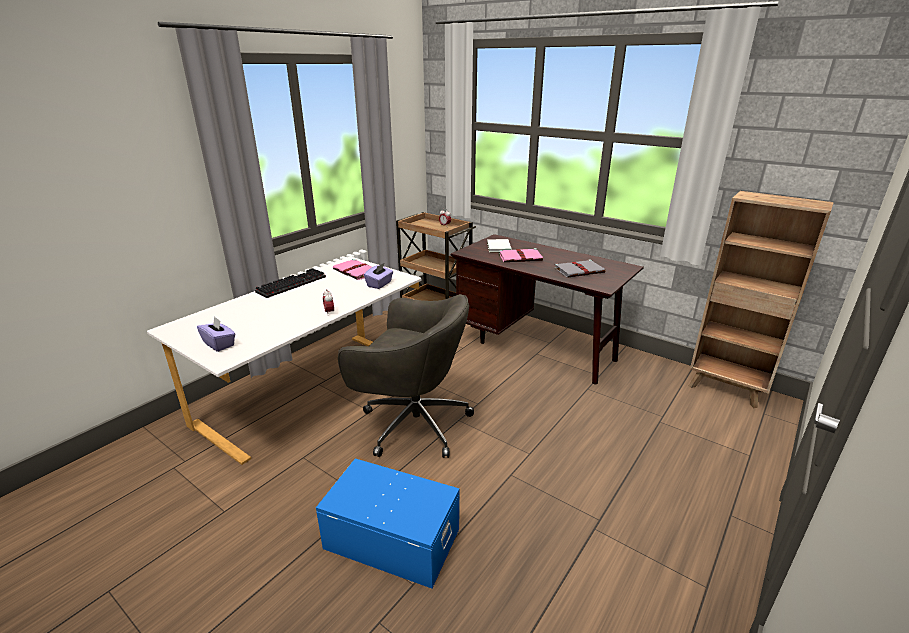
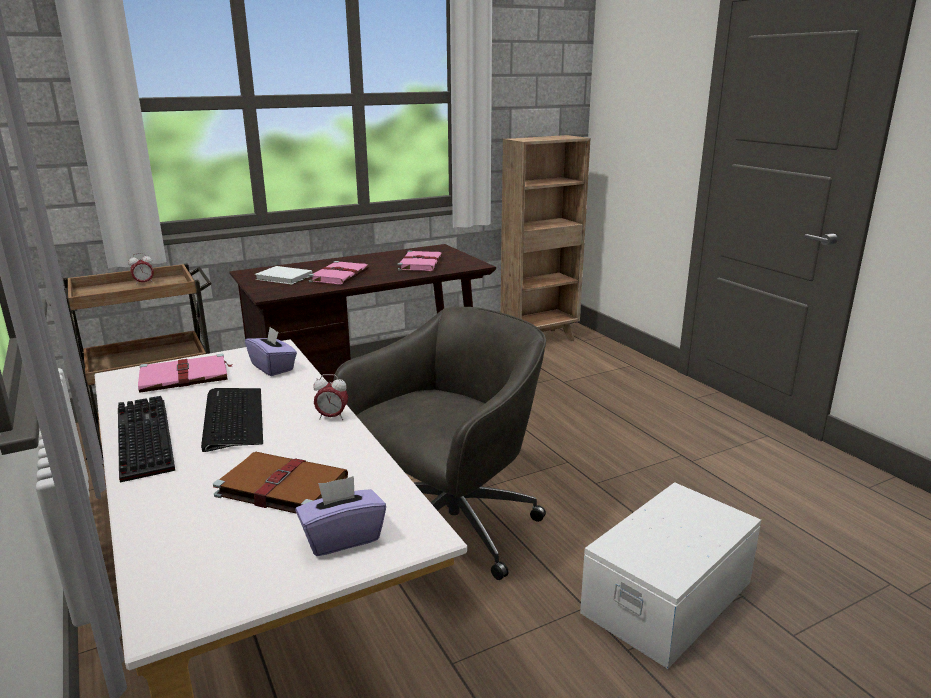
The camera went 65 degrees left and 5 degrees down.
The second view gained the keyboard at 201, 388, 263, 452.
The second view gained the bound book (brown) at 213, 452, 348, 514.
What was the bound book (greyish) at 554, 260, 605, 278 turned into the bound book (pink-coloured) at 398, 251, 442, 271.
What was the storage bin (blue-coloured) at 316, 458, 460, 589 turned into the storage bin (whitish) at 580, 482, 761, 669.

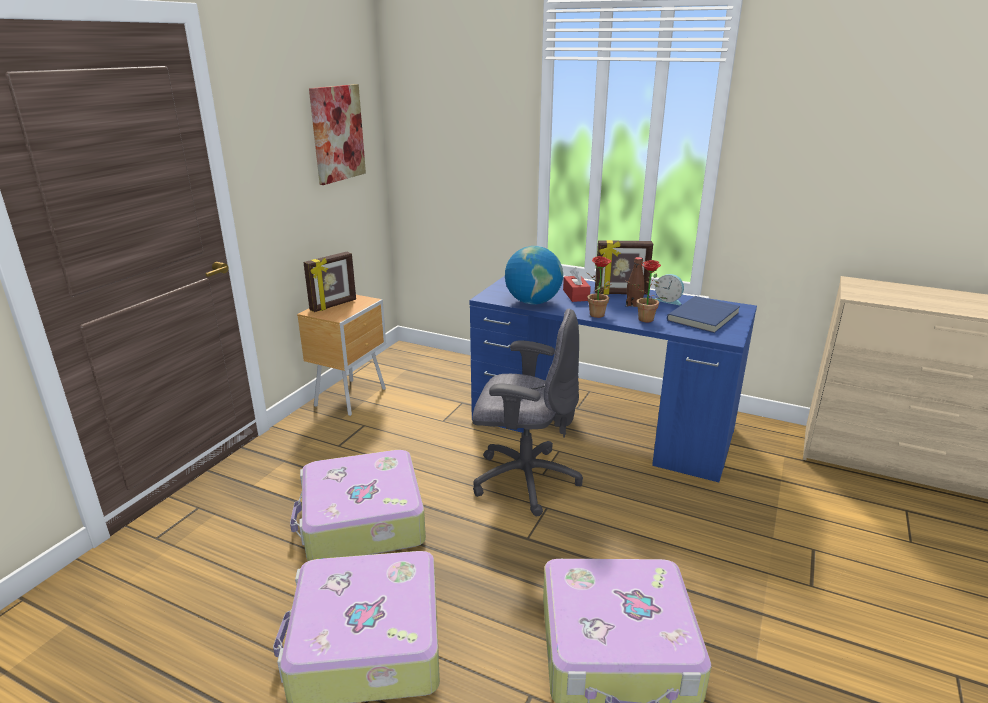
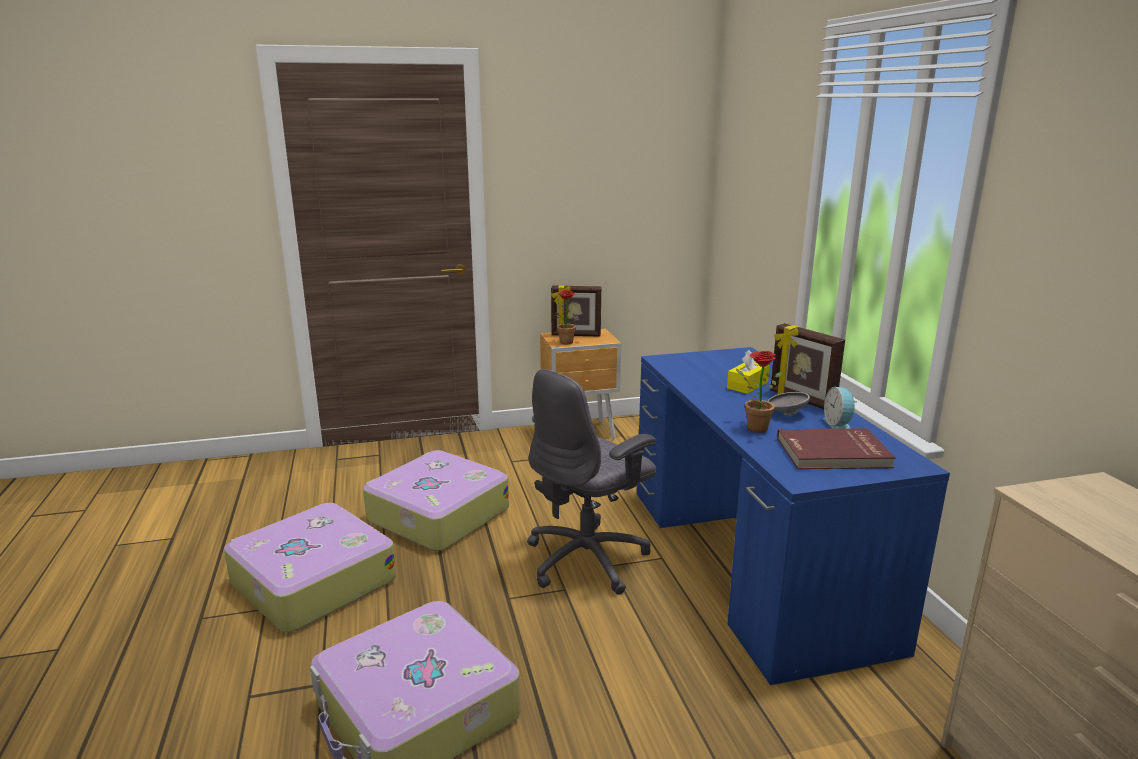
The camera went 50 degrees right and 5 degrees down.
The office chair (greyish) at 472, 309, 583, 516 ended up facing another way, 75 degrees clockwise from before.
The houseplant ended up elsewhere, having gone from 586, 256, 612, 318 to 553, 290, 585, 344.
What was the tissue holder (red) at 563, 267, 591, 302 turned into the tissue holder (yellowish) at 727, 350, 770, 394.
Where the drink bottle (brown) stood at 626, 257, 645, 307, the bowl (greyish) came to stand at 768, 392, 810, 415.
What was the bound book (blue-coloured) at 667, 296, 740, 333 turned into the bound book (red) at 777, 428, 896, 469.
The second view lost the wall art at 309, 84, 366, 185.
The second view lost the desk globe at 505, 246, 563, 305.

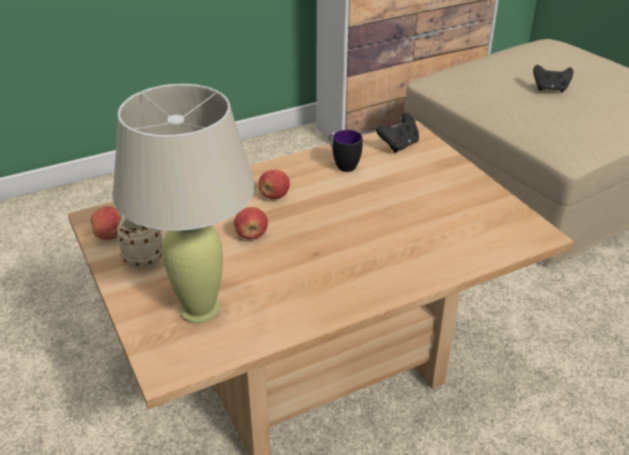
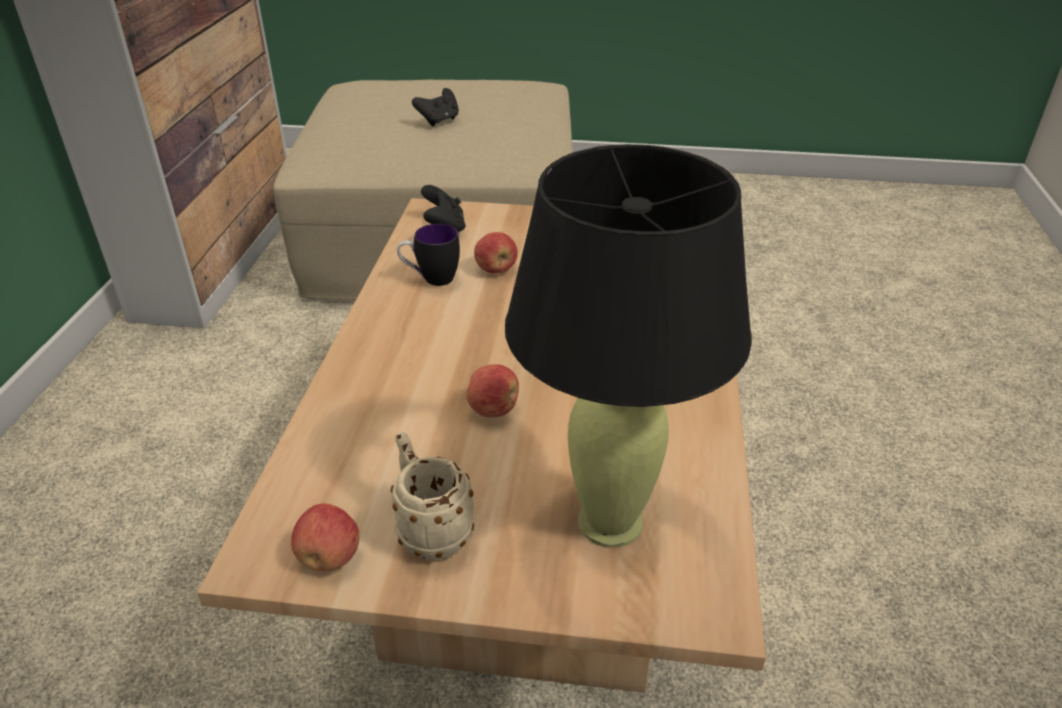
The camera went 55 degrees left and 0 degrees up.
The apple ended up elsewhere, having gone from 258, 170, 290, 200 to 474, 232, 517, 273.
What was the table lamp (beige-coloured) at 112, 84, 255, 324 turned into the table lamp (black-coloured) at 505, 144, 752, 548.

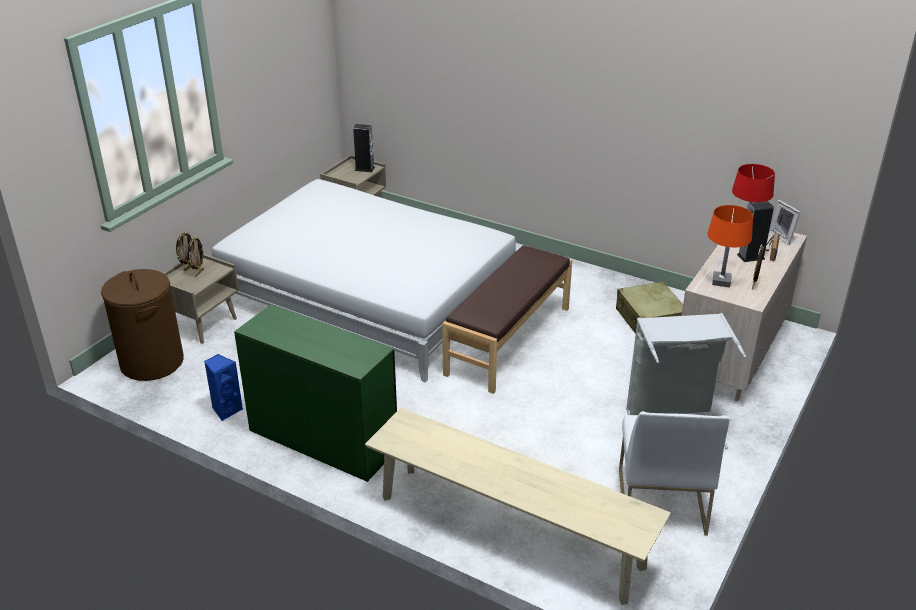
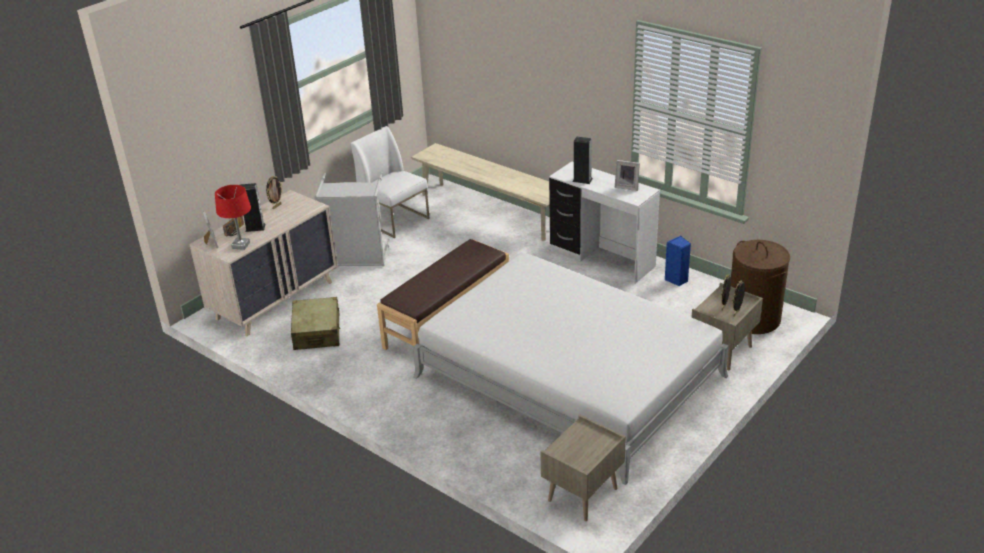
The camera went 170 degrees left and 0 degrees up.
The chair (whitish) at 619, 411, 729, 536 ended up facing another way, 60 degrees counterclockwise from before.
What was the desk unit (greenish) at 234, 304, 397, 482 turned into the desk unit (whitish) at 549, 162, 660, 284.
The audio speaker ended up elsewhere, having gone from 353, 124, 375, 172 to 573, 136, 593, 184.
The second view gained the picture frame at 615, 160, 640, 191.
The second view lost the table lamp (orange-coloured) at 707, 205, 753, 287.

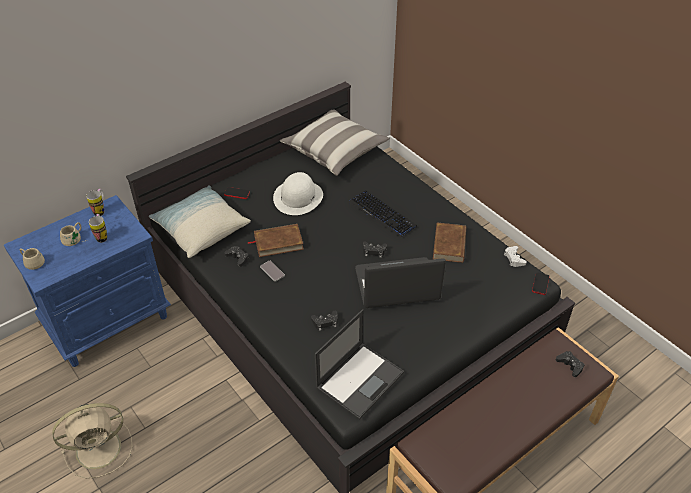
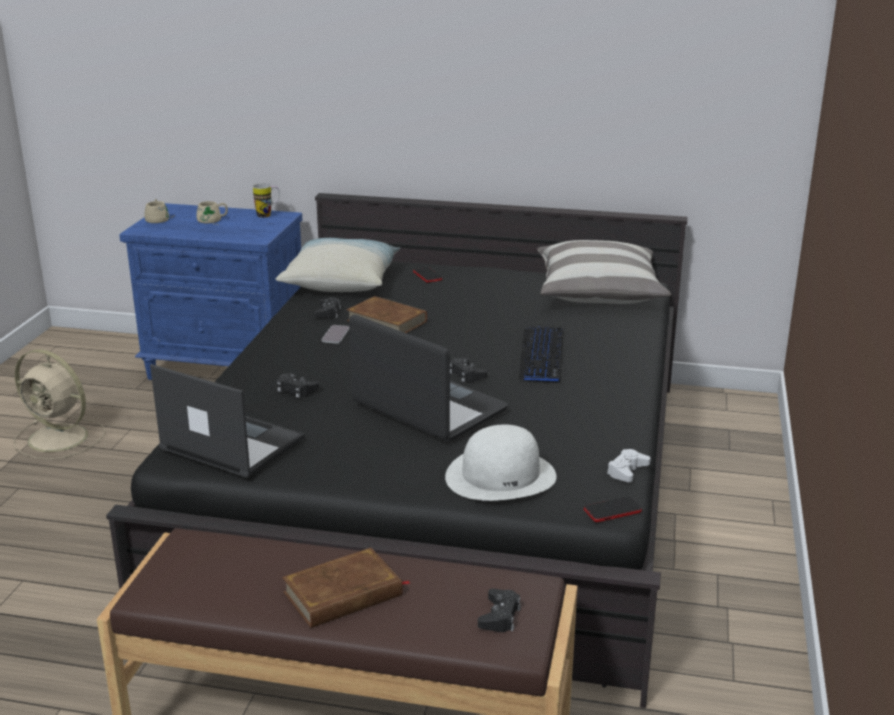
The camera went 50 degrees right and 20 degrees down.
The notebook computer at 315, 309, 404, 420 ended up facing another way, 150 degrees counterclockwise from before.
The bound book (brown) ended up elsewhere, having gone from 433, 222, 466, 263 to 282, 548, 410, 628.
The clothing hat (whitish) ended up elsewhere, having gone from 273, 172, 323, 215 to 445, 424, 557, 501.
The second view lost the mug at 89, 214, 107, 243.

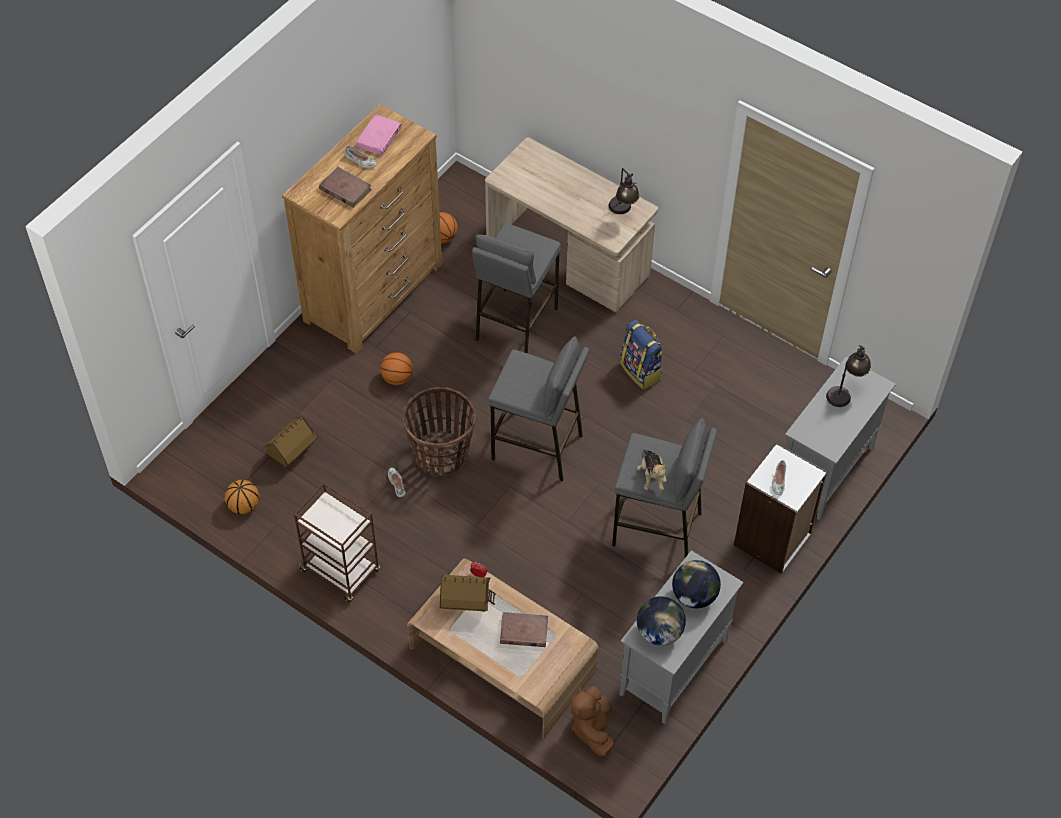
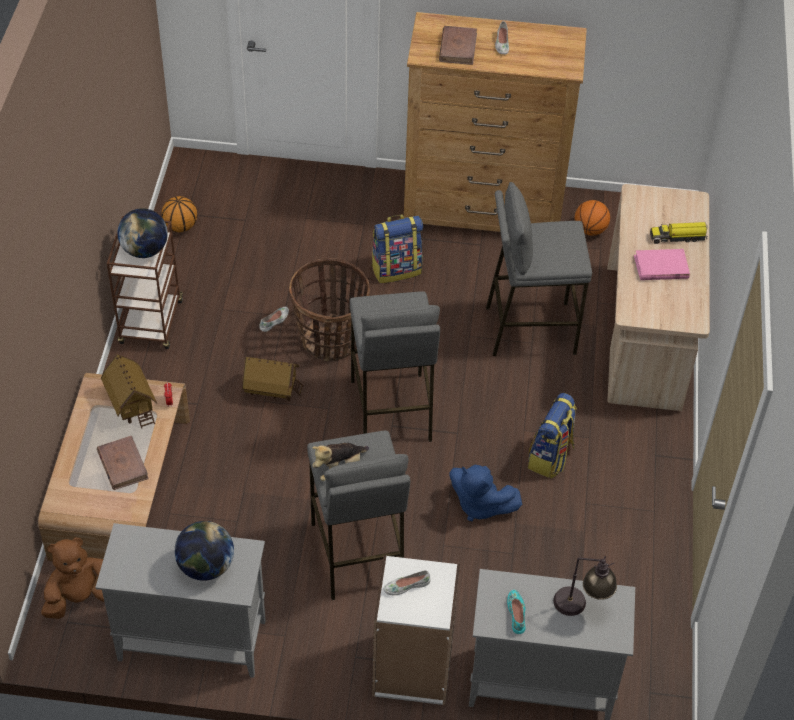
The camera went 60 degrees right and 5 degrees down.
The desk globe ended up elsewhere, having gone from 637, 596, 686, 646 to 117, 208, 168, 258.
The toy house ended up elsewhere, having gone from 263, 416, 318, 468 to 242, 356, 304, 401.
Where the ball for basketball stood at 380, 352, 413, 385, the backpack came to stand at 371, 215, 423, 283.
The second view gained the cuddly toy (blue-coloured) at 449, 464, 522, 521.
The second view gained the low shoe (blue-green) at 507, 590, 525, 634.
The bound book (pink-coloured) ended up elsewhere, having gone from 355, 114, 402, 155 to 634, 249, 690, 280.
The second view gained the model truck at 650, 222, 708, 244.
The second view lost the table lamp at 609, 168, 639, 214.

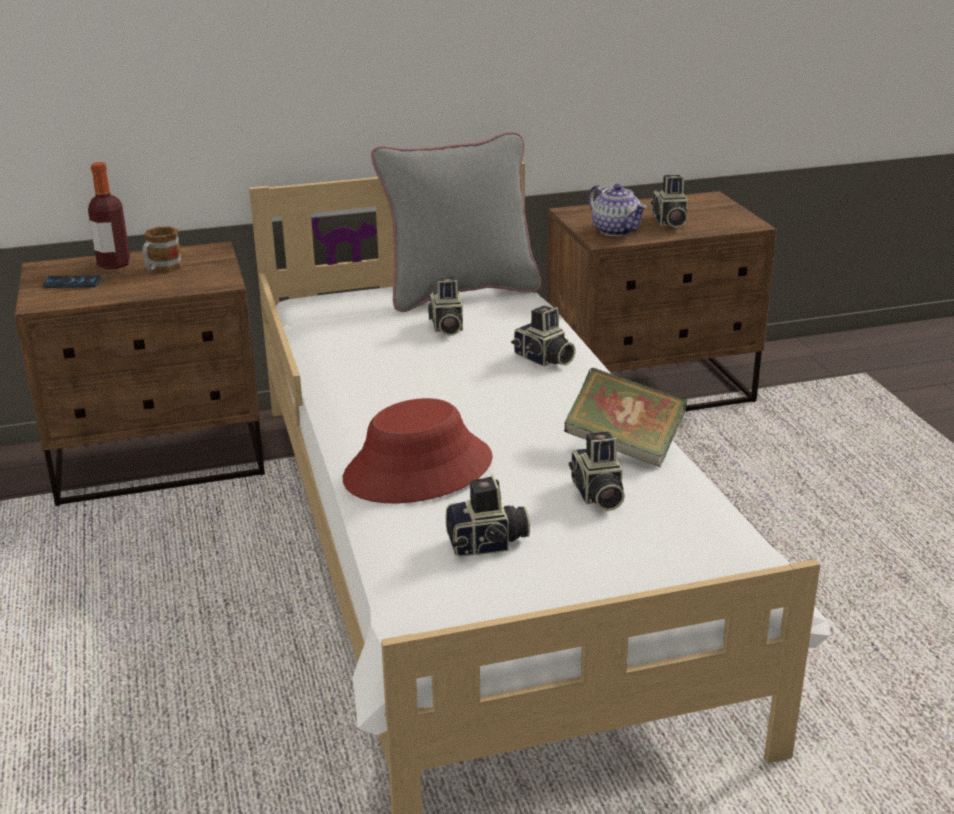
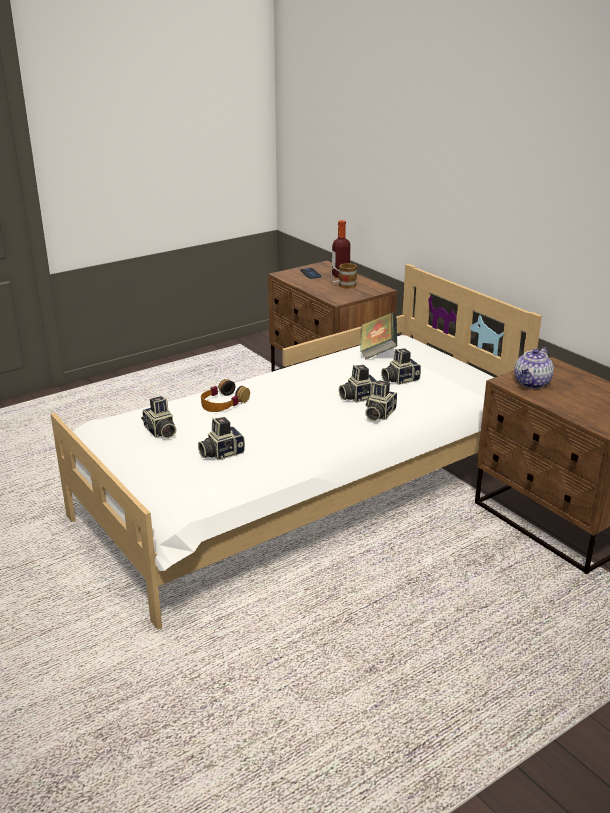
The camera went 70 degrees right and 0 degrees up.
Where the clothing hat (red) stood at 343, 398, 493, 503, the pair of headphones came to stand at 201, 379, 250, 412.
The still camera ended up elsewhere, having gone from 651, 175, 688, 228 to 339, 365, 377, 403.
The bound book ended up elsewhere, having gone from 564, 368, 687, 467 to 360, 312, 397, 360.
The second view lost the cushion (greyish) at 371, 132, 542, 312.

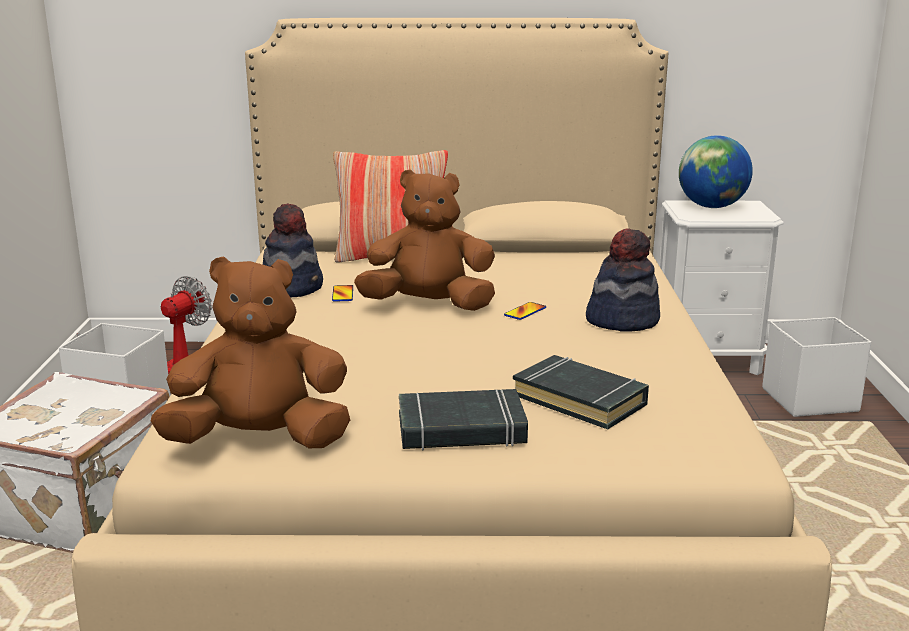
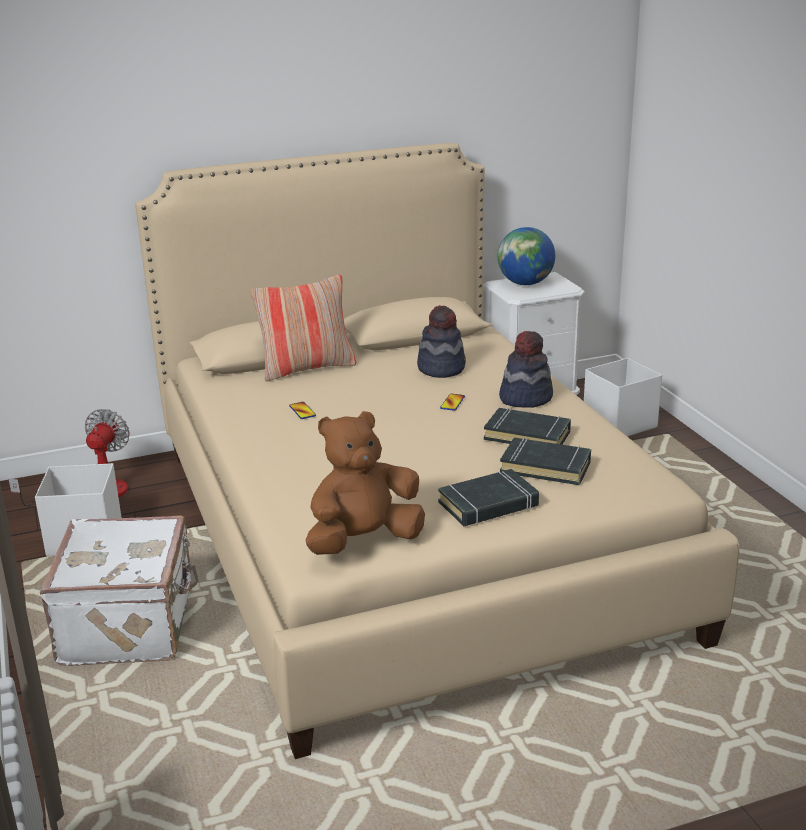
The camera went 20 degrees left and 5 degrees up.
The clothing hat ended up elsewhere, having gone from 263, 203, 323, 297 to 417, 305, 466, 378.
The second view gained the bound book (black-coloured) at 484, 408, 571, 445.
The second view lost the cuddly toy (brown) at 354, 169, 495, 311.

